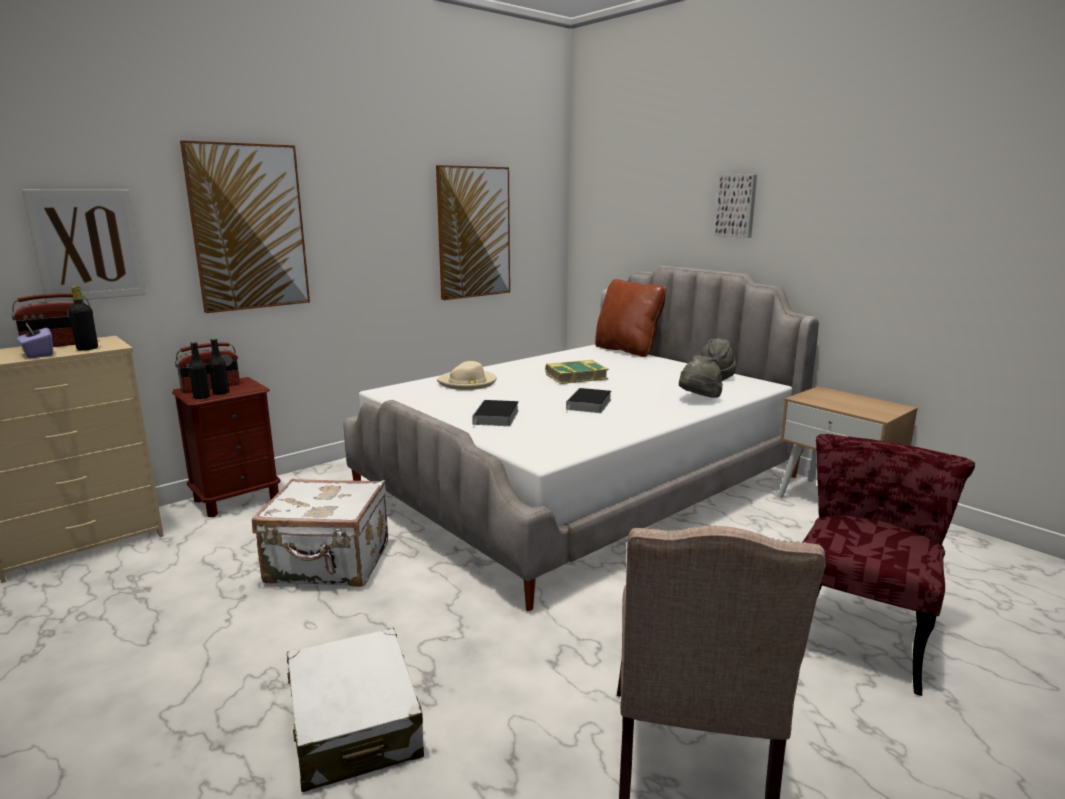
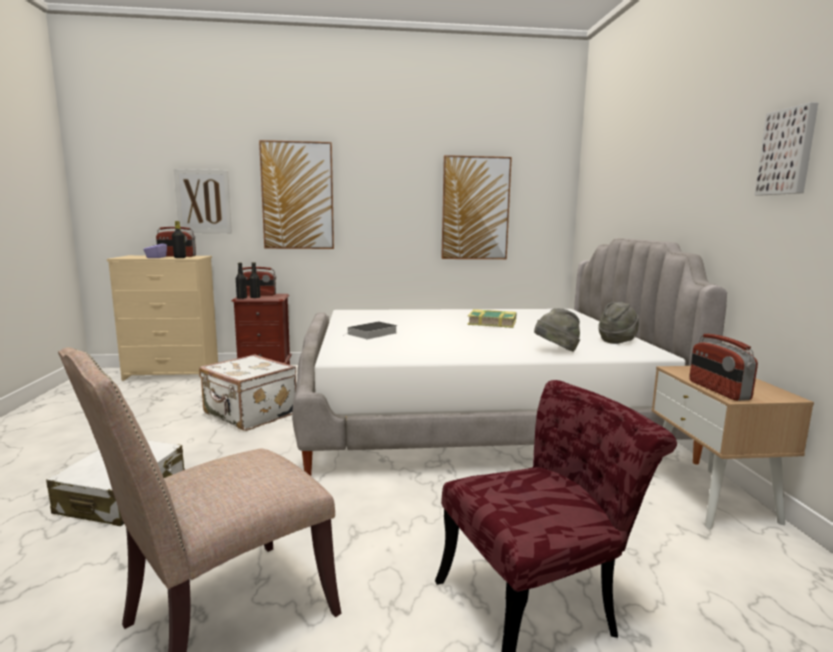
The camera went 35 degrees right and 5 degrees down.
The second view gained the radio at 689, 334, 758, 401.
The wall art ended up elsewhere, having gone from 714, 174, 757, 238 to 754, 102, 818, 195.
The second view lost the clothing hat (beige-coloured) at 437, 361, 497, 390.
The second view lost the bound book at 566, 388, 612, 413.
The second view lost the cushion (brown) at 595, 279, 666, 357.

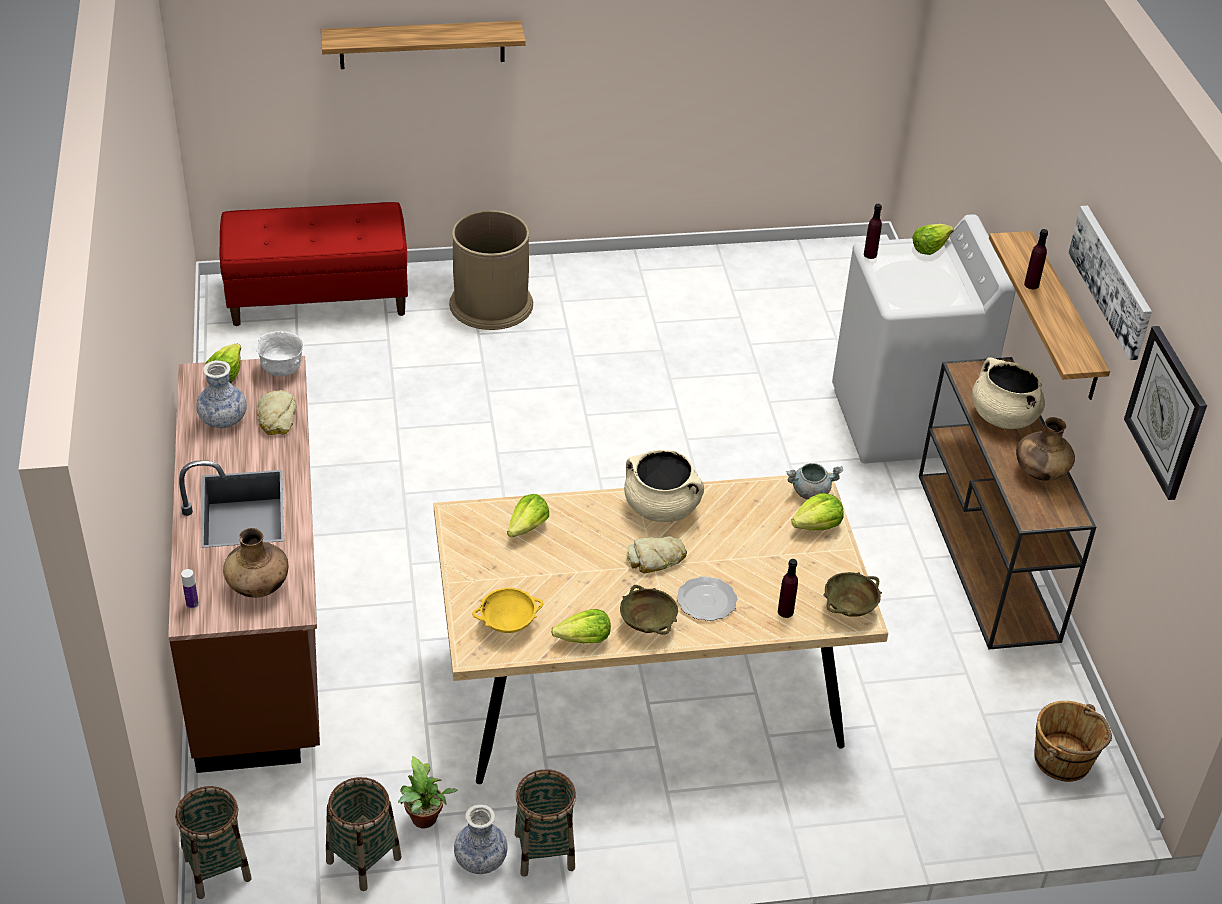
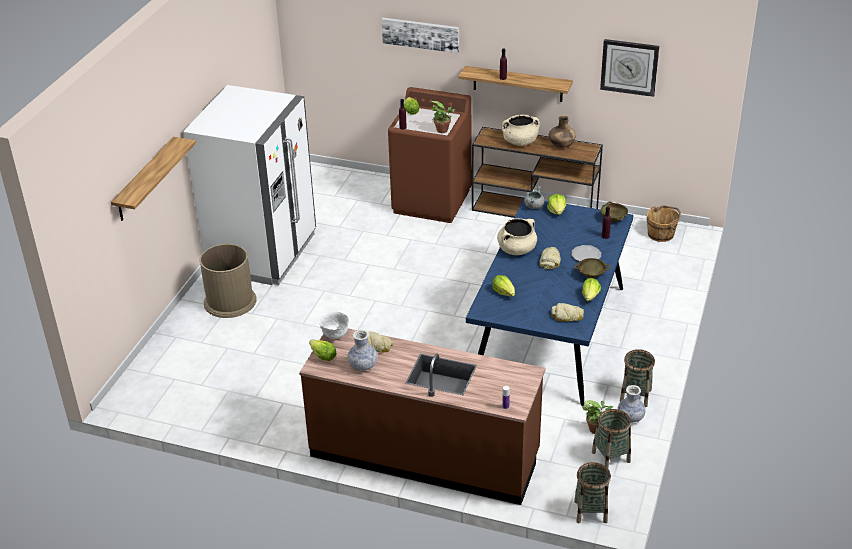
The camera went 60 degrees left and 5 degrees down.
The second view gained the fridge (whitish) at 183, 85, 316, 285.
The wall art ended up elsewhere, having gone from 1069, 206, 1152, 360 to 382, 18, 459, 53.
What was the laundry appliance (whitish) at 832, 214, 1016, 463 turned into the laundry appliance (brown) at 388, 87, 472, 223.
The second view gained the houseplant at 431, 101, 456, 133.
What was the dining table (beige-coloured) at 434, 472, 888, 784 turned into the dining table (blue-coloured) at 466, 197, 633, 406.
Where the bowl (yellowish) stood at 472, 588, 543, 633, the bakery bread came to stand at 551, 303, 584, 322.
The second view lost the bench (red) at 220, 202, 408, 326.
The second view lost the flower vase (brown) at 223, 528, 288, 598.

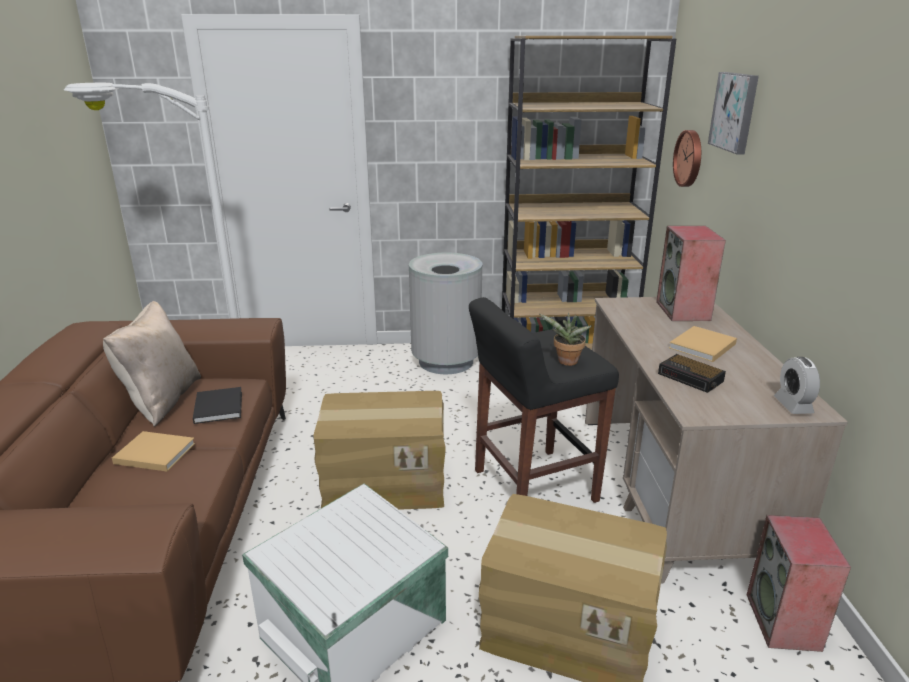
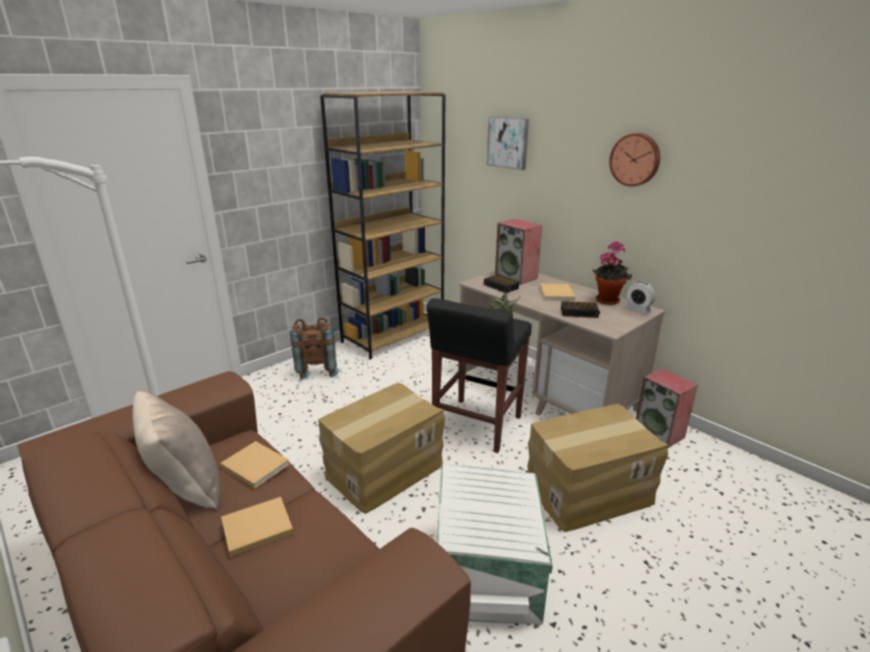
The camera went 40 degrees left and 0 degrees up.
What was the bound book (black-coloured) at 193, 387, 242, 424 turned into the bound book (beige-coloured) at 220, 441, 290, 489.
Where the trash can (greyish) stood at 409, 252, 482, 374, the backpack (brown) came to stand at 290, 318, 340, 380.
The second view gained the bedside clock at 484, 275, 519, 293.
The second view gained the houseplant at 593, 241, 632, 305.
The hanging clock ended up elsewhere, having gone from 673, 130, 701, 187 to 609, 133, 660, 187.

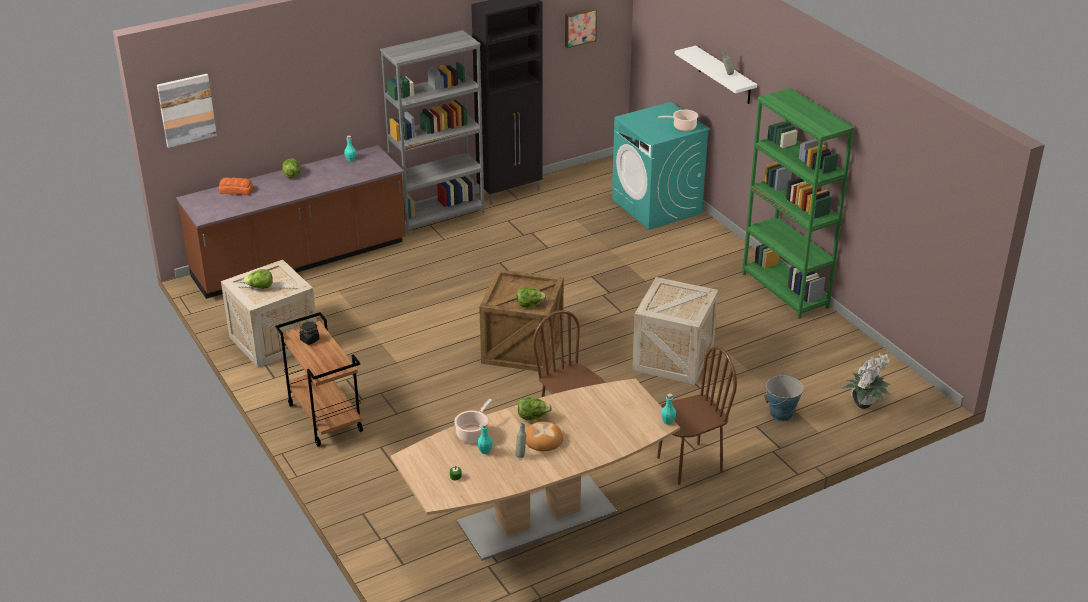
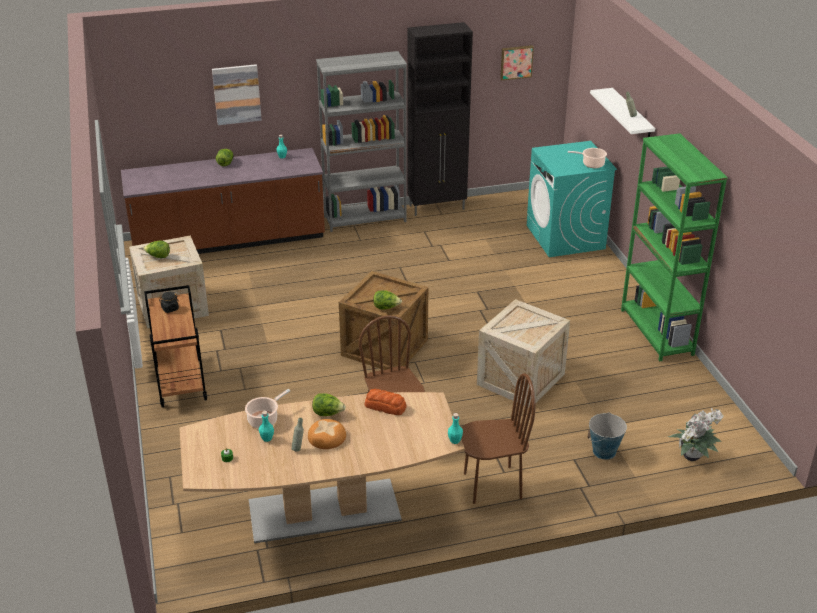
The camera went 15 degrees right and 0 degrees up.
The wall art ended up elsewhere, having gone from 157, 74, 217, 148 to 212, 64, 262, 125.
The bakery bread ended up elsewhere, having gone from 219, 177, 254, 195 to 365, 389, 407, 415.

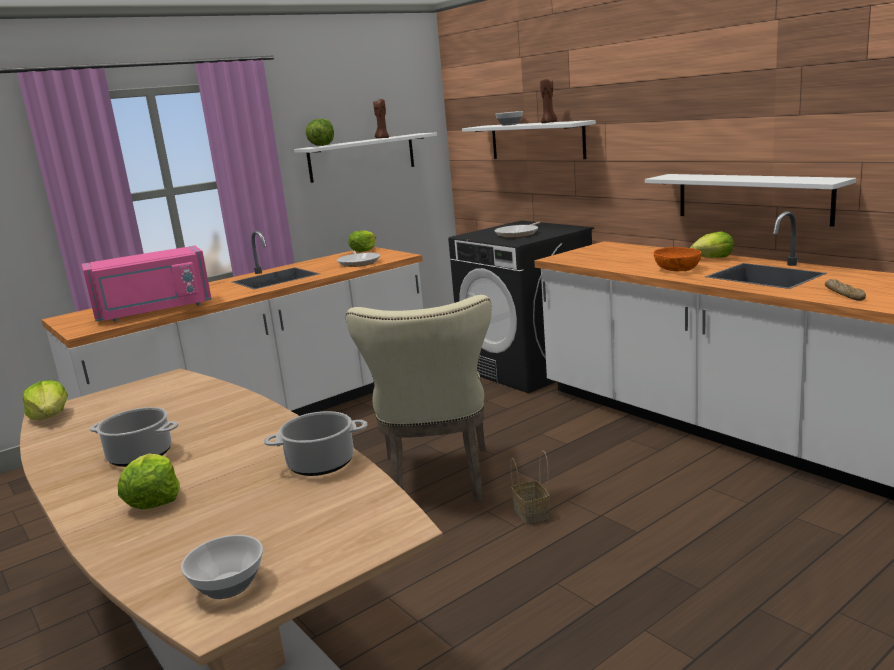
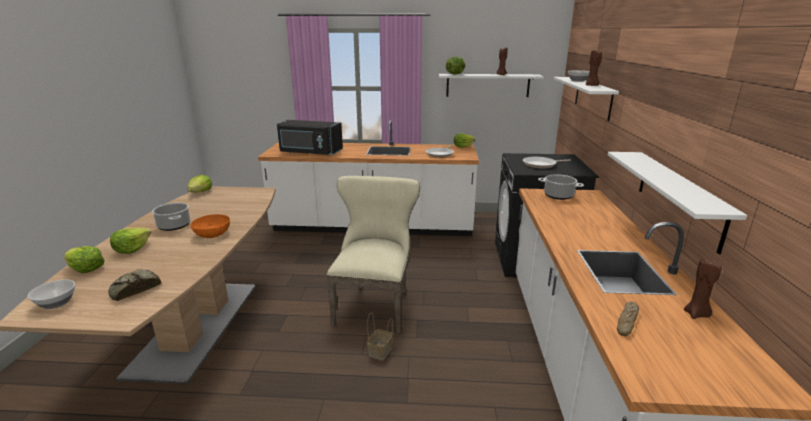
The camera went 40 degrees right and 5 degrees up.
The lettuce ended up elsewhere, having gone from 690, 231, 734, 258 to 64, 246, 105, 273.
The second view gained the bakery bread at 108, 269, 161, 301.
The bowl (orange-coloured) ended up elsewhere, having gone from 654, 247, 701, 271 to 190, 214, 230, 238.
What was the microwave oven (pink-coloured) at 82, 246, 212, 321 turned into the microwave oven (black-coloured) at 277, 120, 343, 156.
The chair (beige-coloured) at 346, 295, 492, 502 ended up facing another way, 150 degrees clockwise from before.
The stockpot ended up elsewhere, having gone from 264, 411, 368, 476 to 538, 174, 584, 200.
The second view gained the wax candle (brown) at 684, 259, 722, 319.

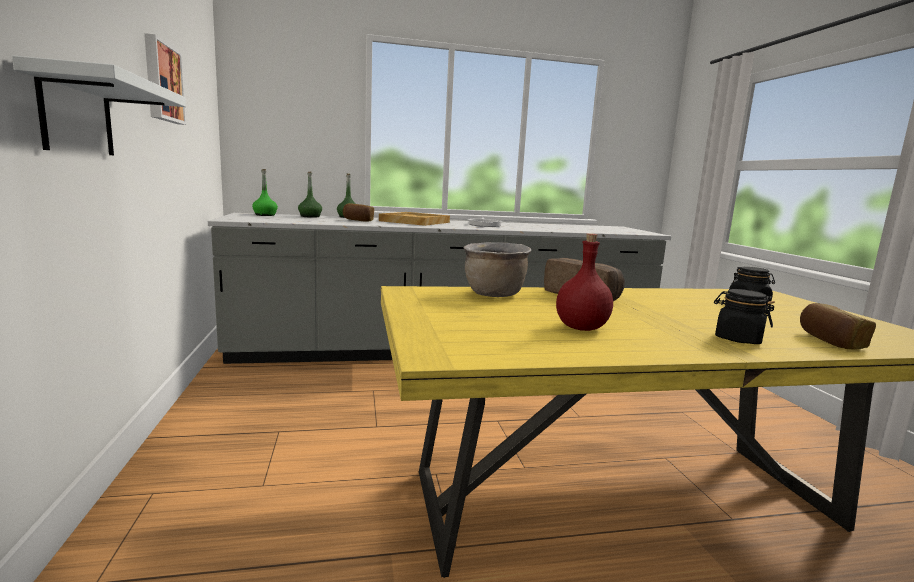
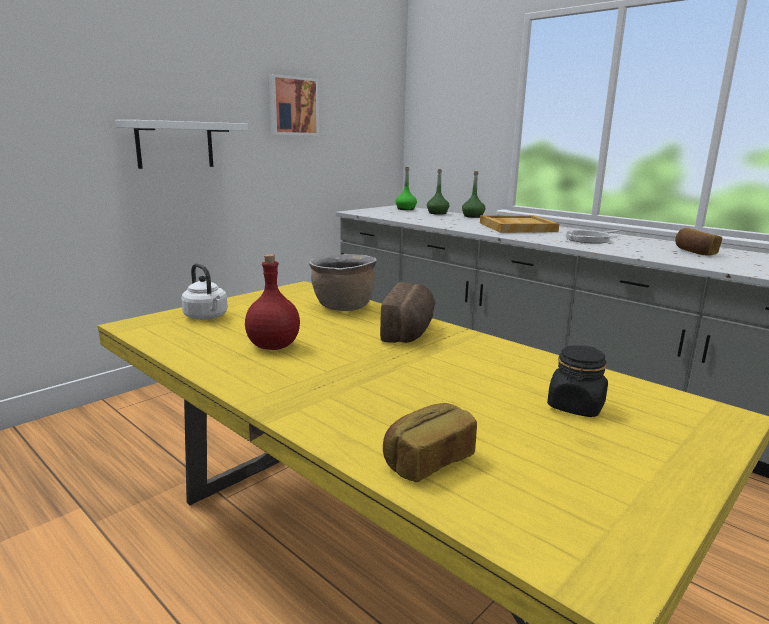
The camera went 55 degrees right and 5 degrees up.
The second view gained the kettle (whitish) at 181, 263, 228, 320.
The bakery bread ended up elsewhere, having gone from 343, 203, 374, 222 to 675, 228, 722, 256.
The second view lost the jar (black-coloured) at 714, 289, 775, 344.

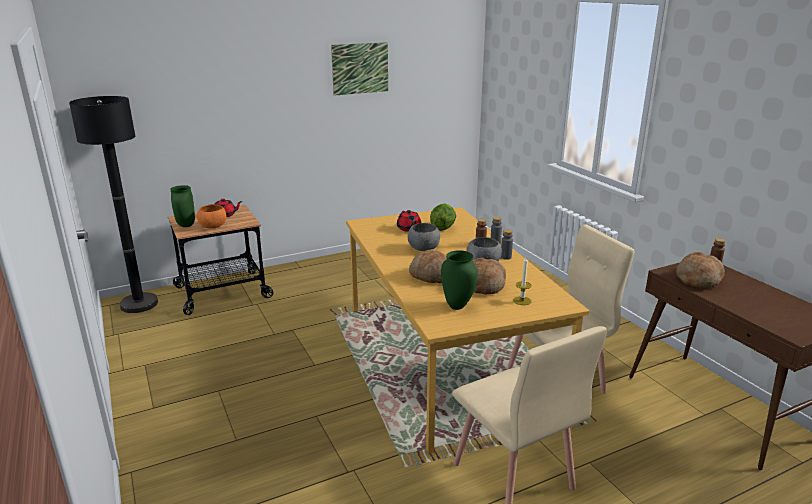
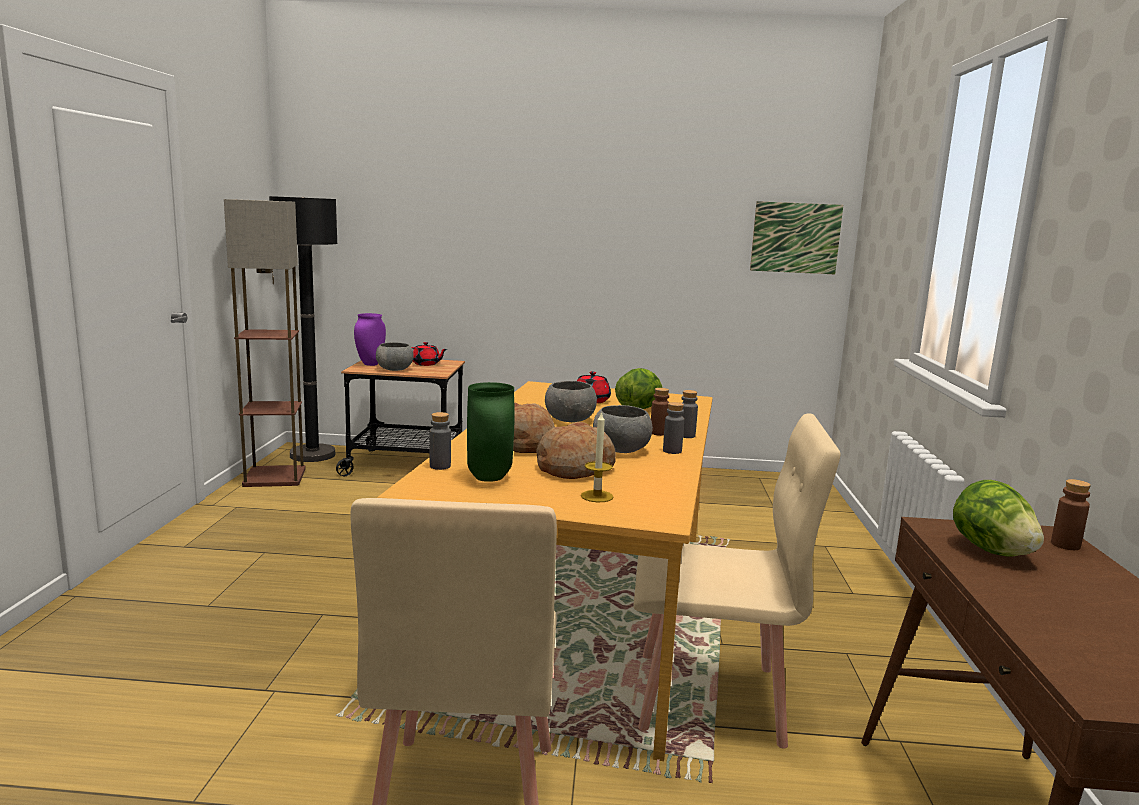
The camera went 30 degrees right and 10 degrees down.
The second view gained the standard lamp at 224, 199, 306, 487.
What was the flower vase (greenish) at 170, 185, 195, 227 turned into the flower vase (purple) at 354, 313, 386, 366.
What was the bowl (orange-coloured) at 197, 205, 226, 228 turned into the bowl (greyish) at 376, 342, 414, 371.
The second view gained the drink bottle (greyish) at 429, 412, 451, 470.
The wall art ended up elsewhere, having gone from 331, 42, 388, 96 to 750, 201, 843, 274.
Where the bakery bread stood at 676, 252, 725, 288, the lettuce came to stand at 953, 480, 1044, 557.

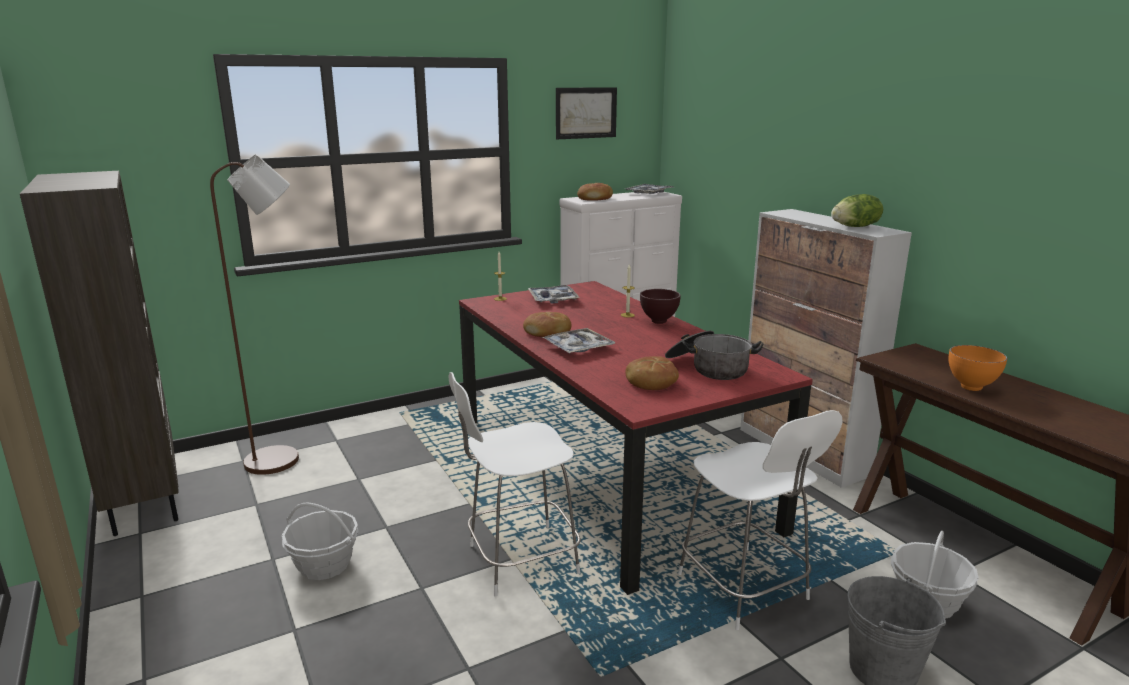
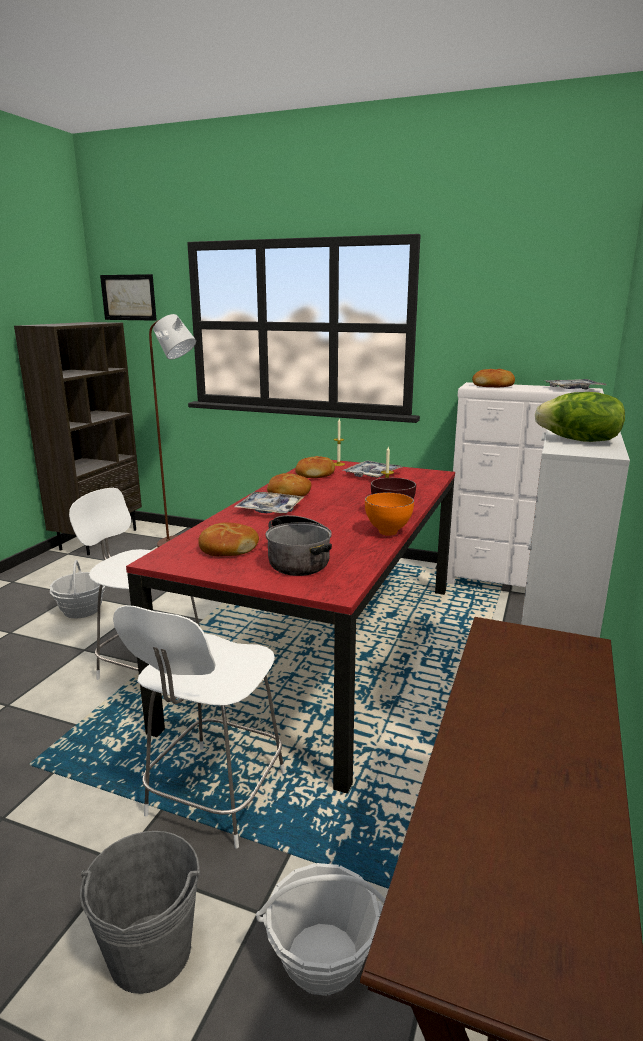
The camera went 50 degrees right and 0 degrees up.
The wall art ended up elsewhere, having gone from 556, 87, 617, 139 to 100, 274, 157, 321.
The second view gained the bakery bread at 295, 456, 335, 478.
The bowl (orange-coloured) ended up elsewhere, having gone from 948, 345, 1007, 391 to 365, 492, 414, 536.

